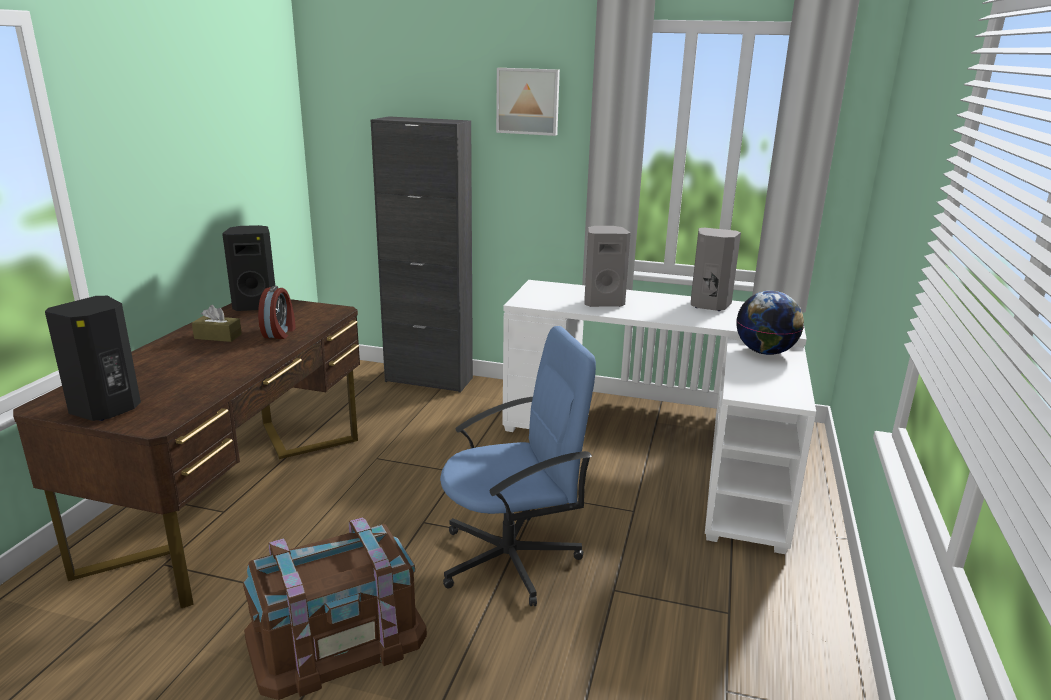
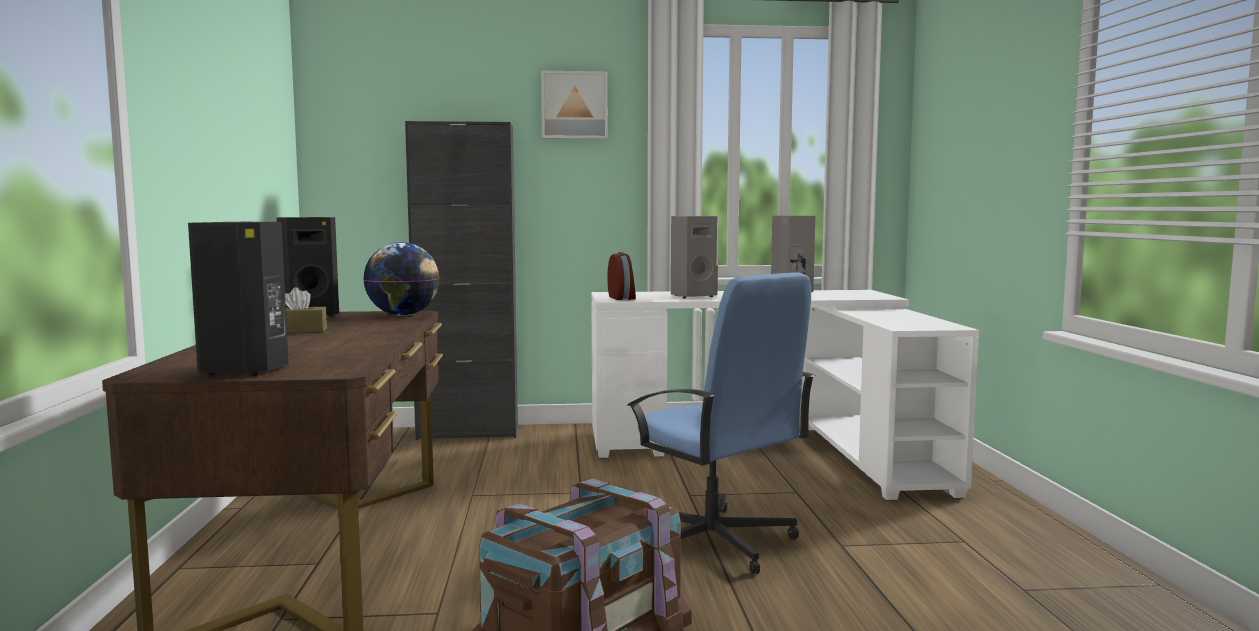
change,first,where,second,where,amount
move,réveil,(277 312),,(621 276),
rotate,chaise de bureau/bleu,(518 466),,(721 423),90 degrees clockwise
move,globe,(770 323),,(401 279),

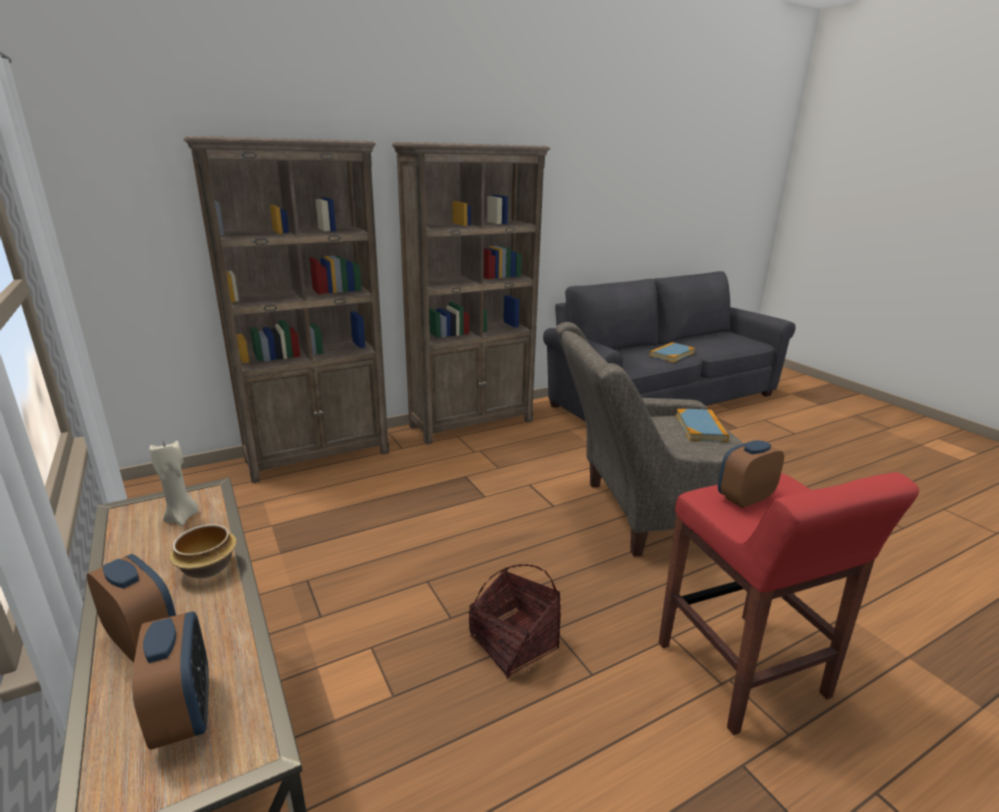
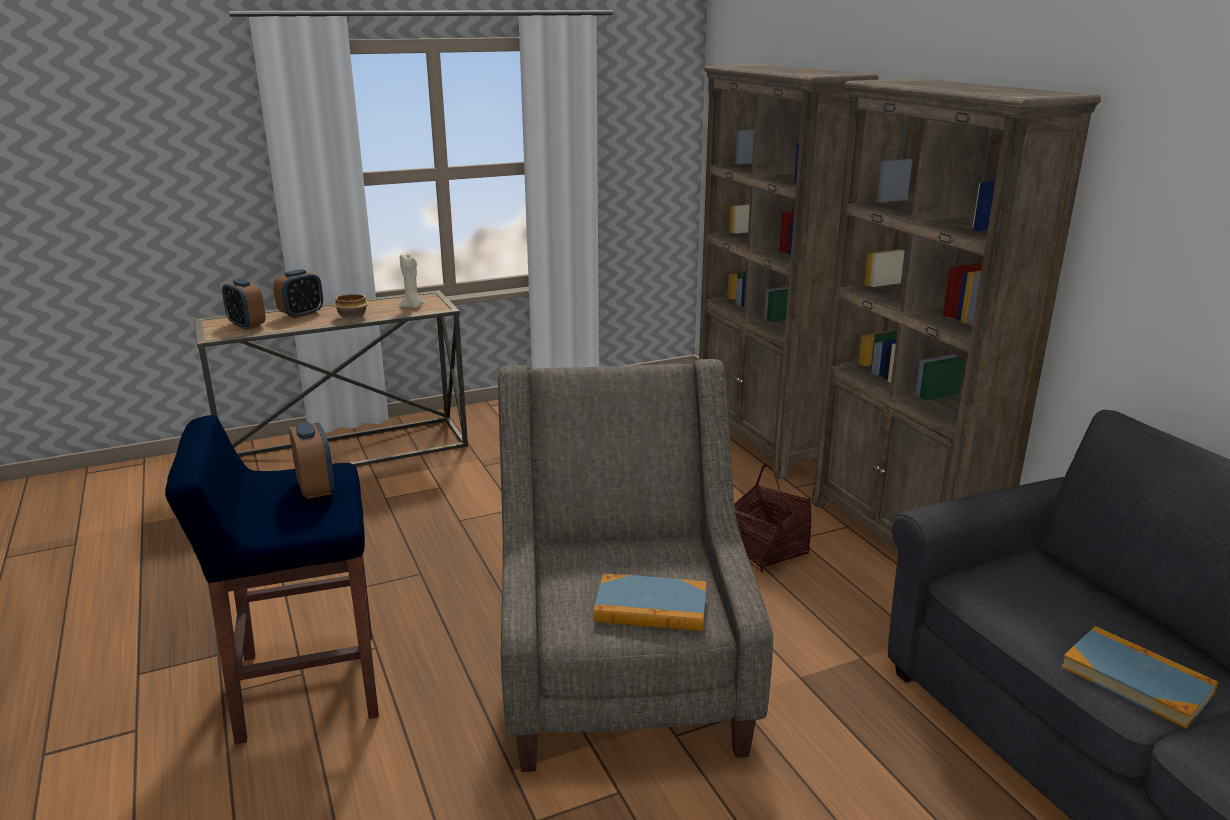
change,first,where,second,where,amount
rotate,réveil,(170 681),,(244 304),60 degrees clockwise
move,panier,(515 621),,(772 518),
recolor,tabouret/rouge,(789 603),tabouret/bleu,(272 579),

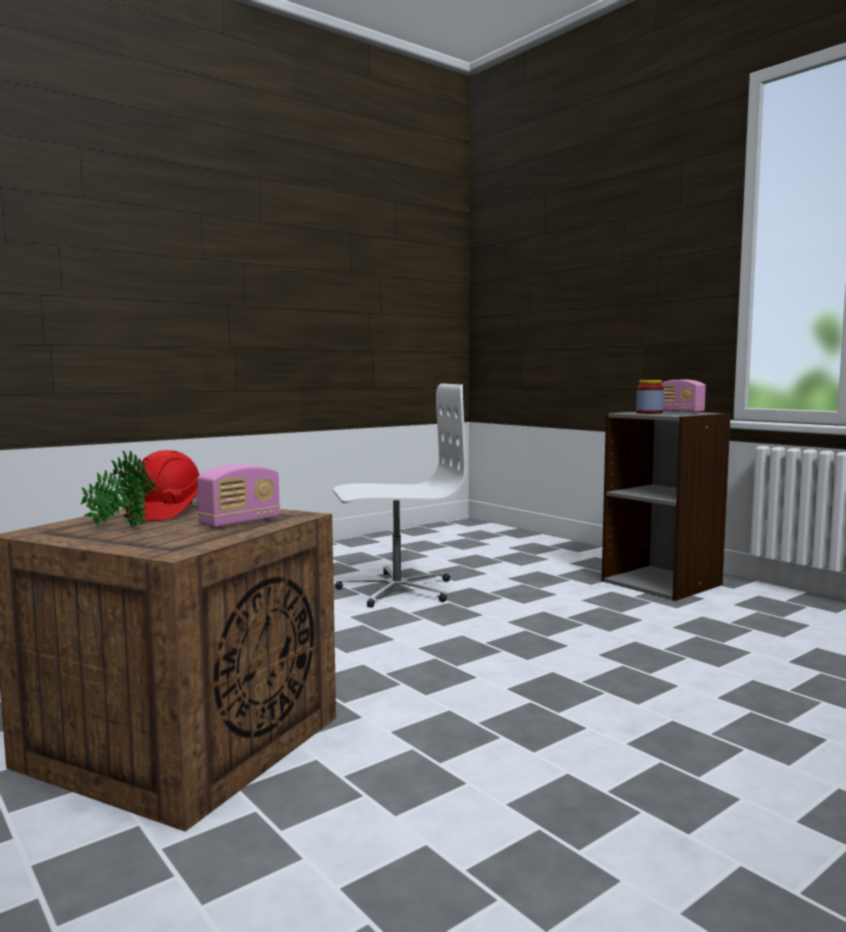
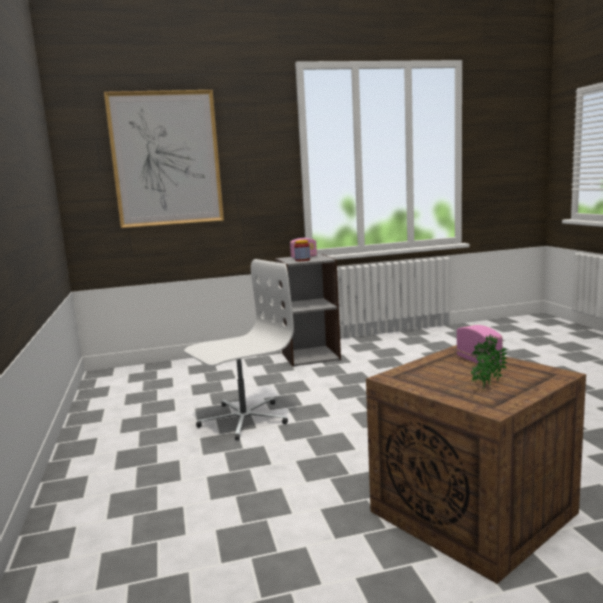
change,first,where,second,where,amount
delete,casque de chantier/rouge,(162 485),,,
rotate,chaise de bureau/blanc,(399 496),,(239 349),45 degrees clockwise
insert,,,tableau,(164 159),

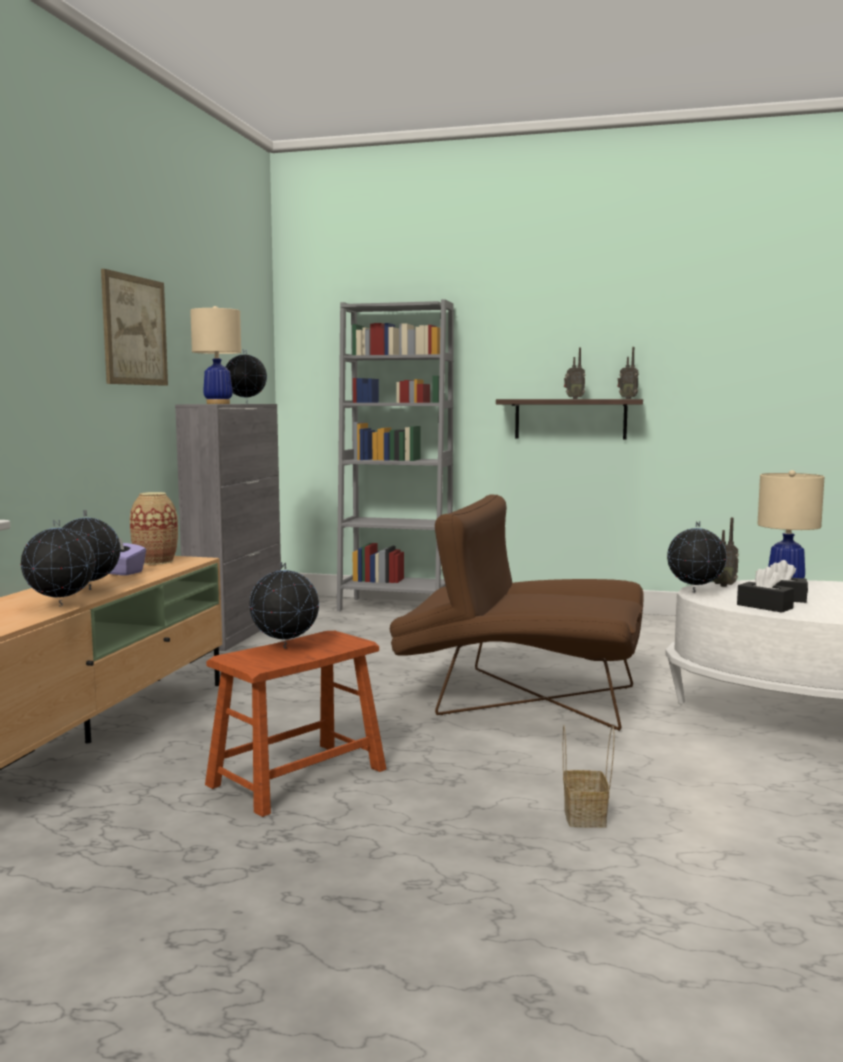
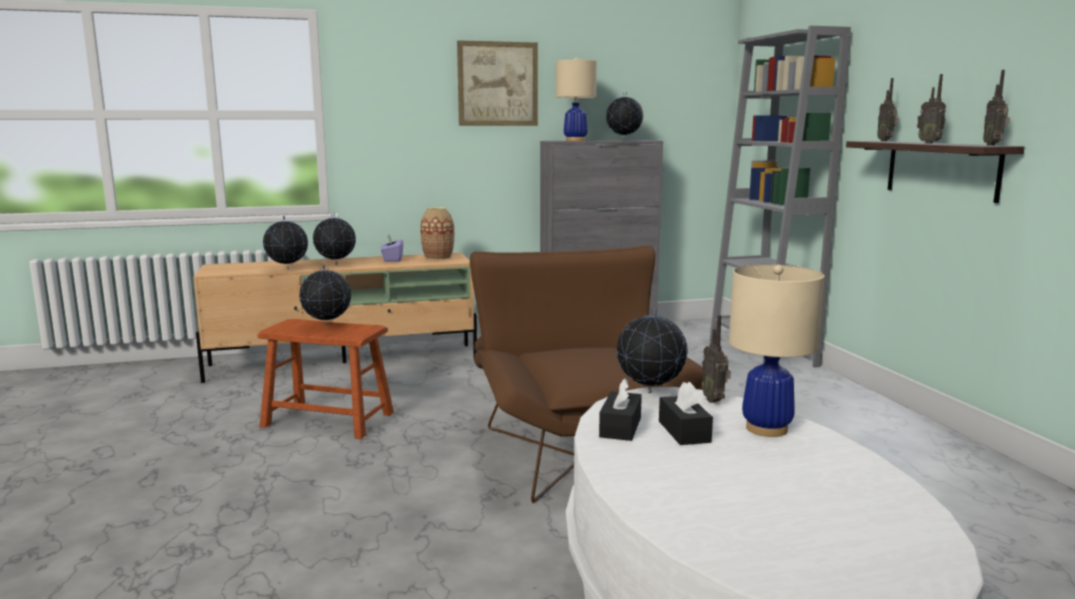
change,first,where,second,where,amount
delete,panier,(588 776),,,
insert,,,radio,(888 109),

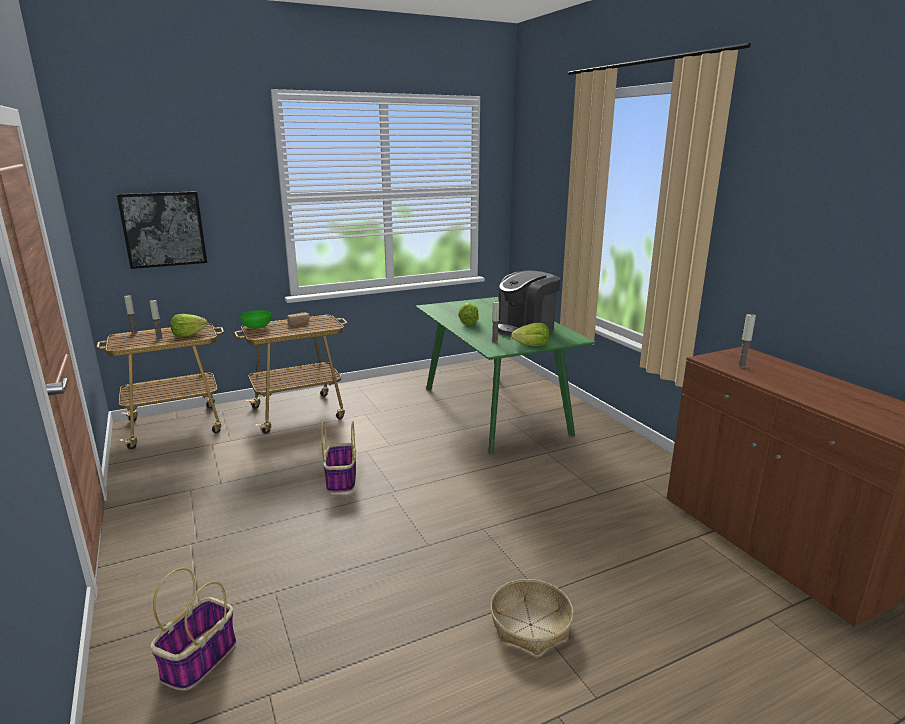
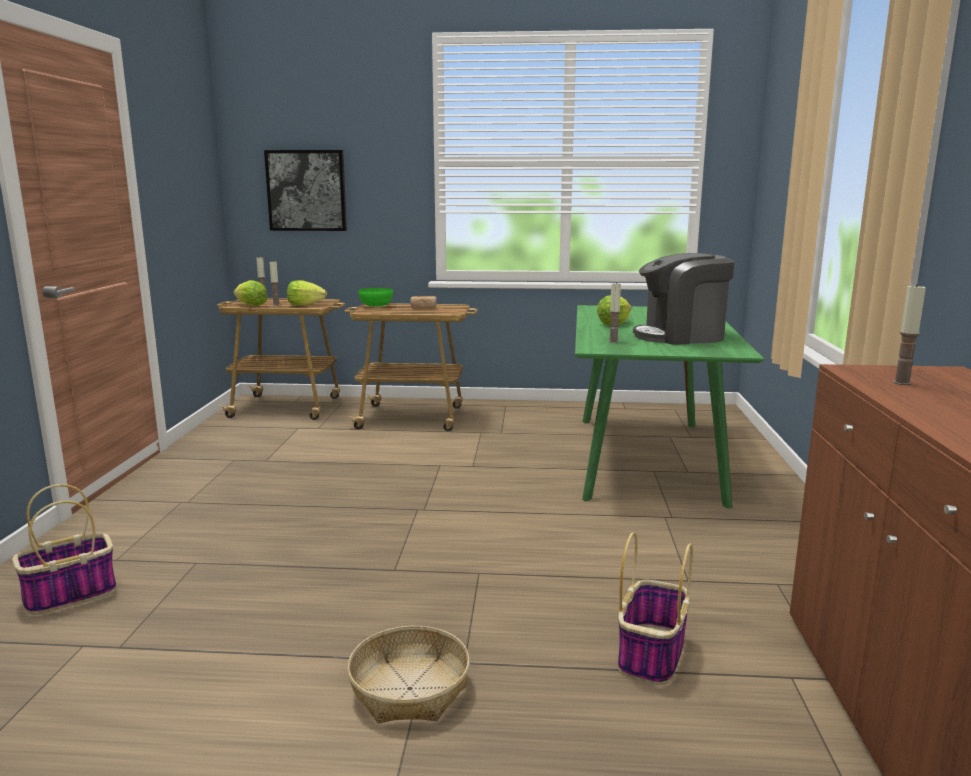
change,first,where,second,where,amount
move,panier,(338 457),,(655 608),
move,laitue,(530 334),,(250 293),

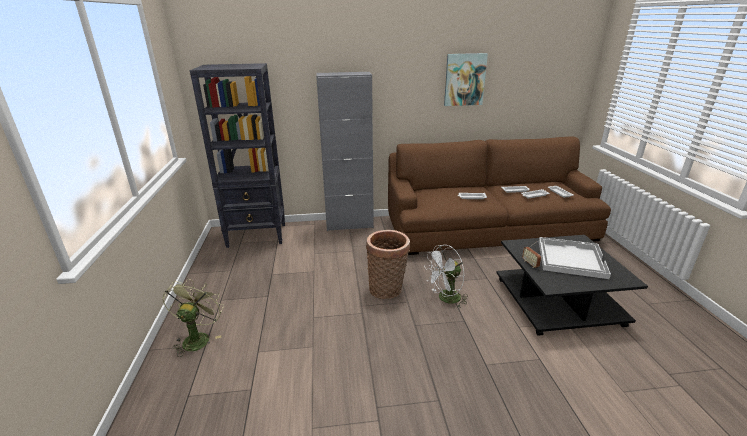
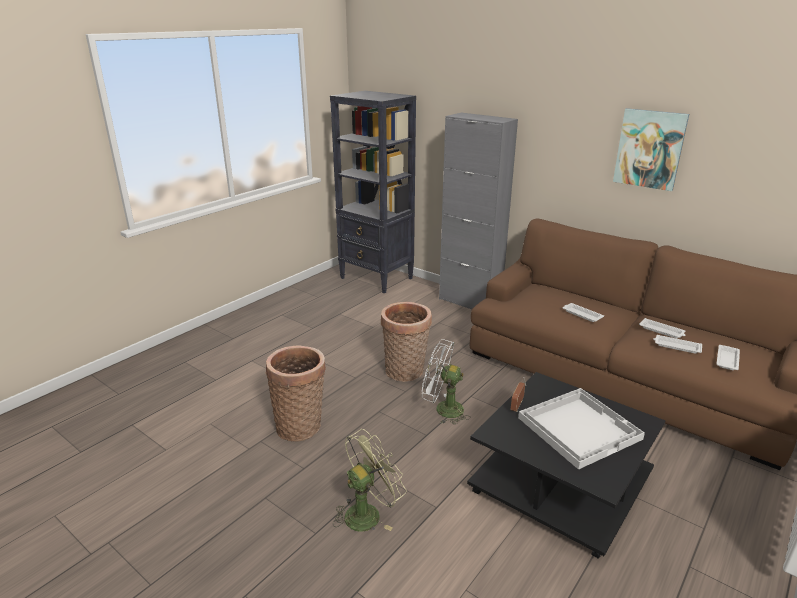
change,first,where,second,where,amount
move,ventilateur/vert,(193 317),,(370 480),
insert,,,panier,(296 393),

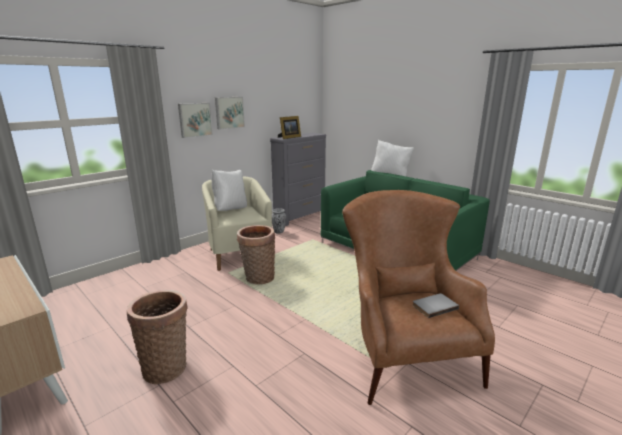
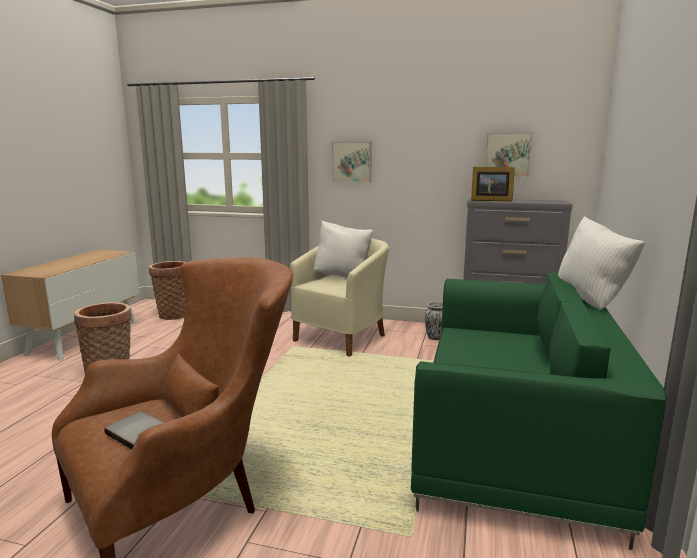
change,first,where,second,where,amount
move,tableau,(230 113),,(509 155),
move,panier,(256 254),,(167 290),

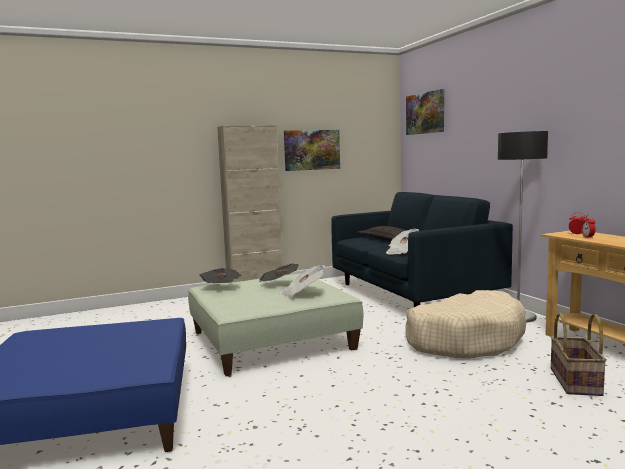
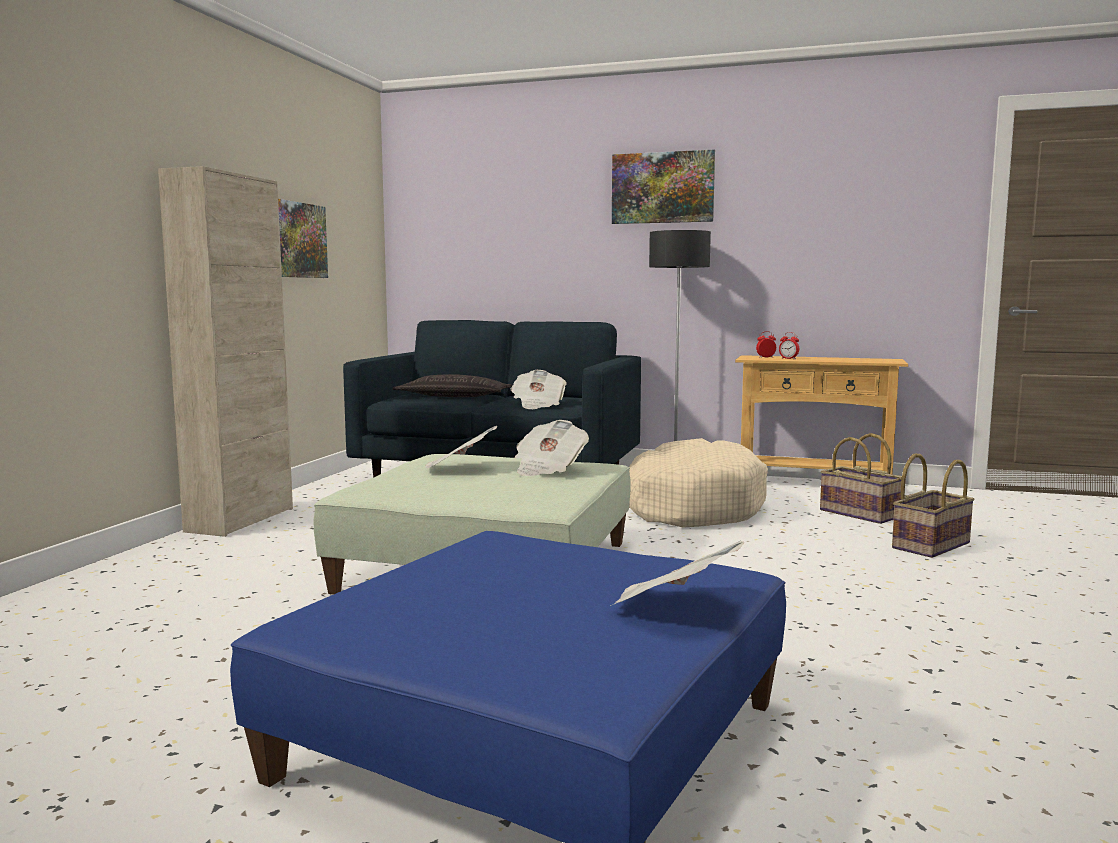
change,first,where,second,where,amount
move,journal,(220 275),,(677 573),
move,tableau,(425 112),,(663 187),
insert,,,panier,(933 506),

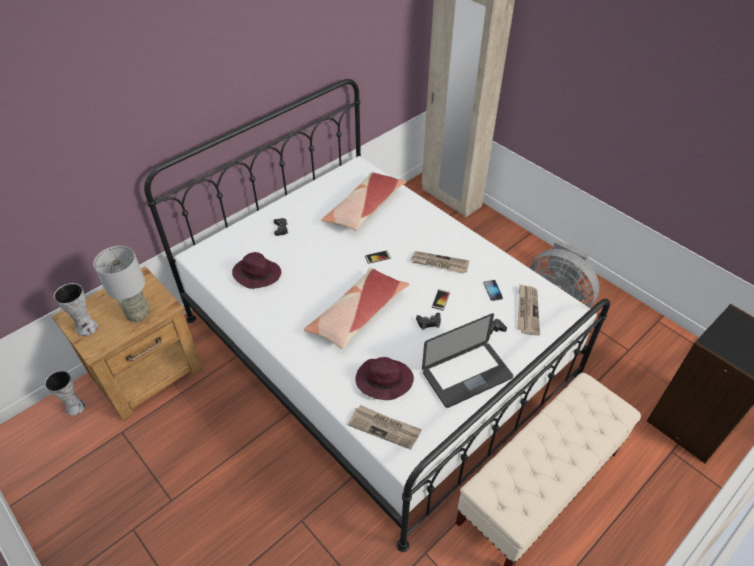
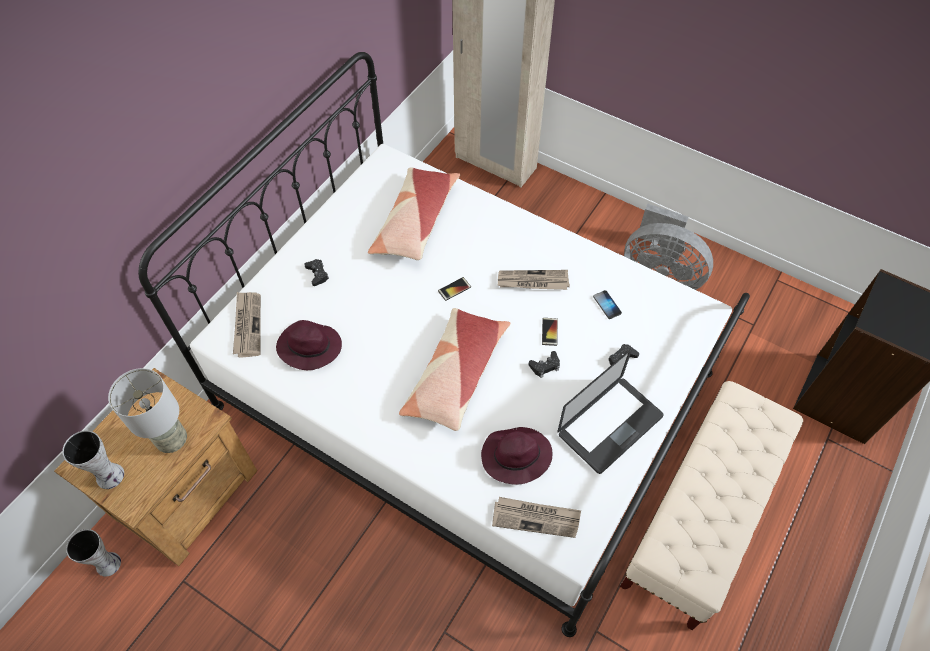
change,first,where,second,where,amount
move,journal,(529 310),,(247 325),

